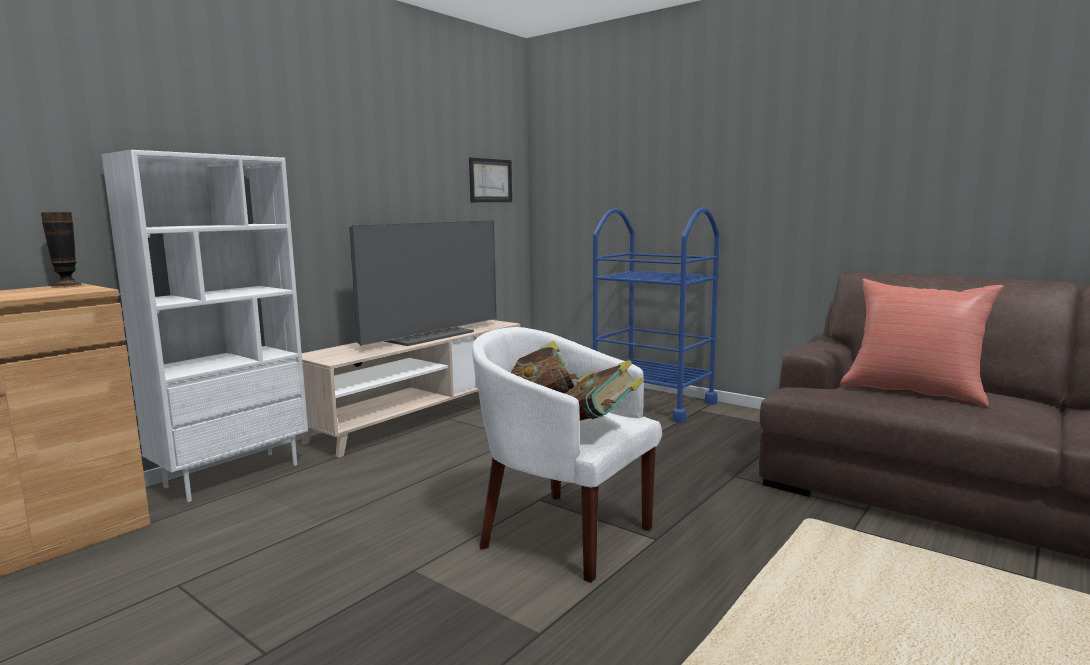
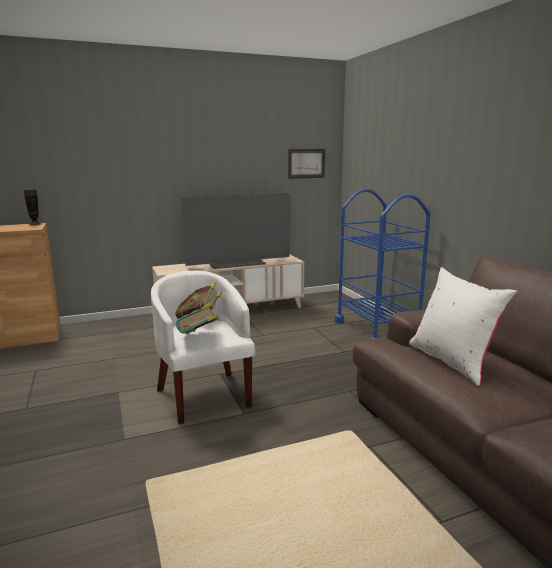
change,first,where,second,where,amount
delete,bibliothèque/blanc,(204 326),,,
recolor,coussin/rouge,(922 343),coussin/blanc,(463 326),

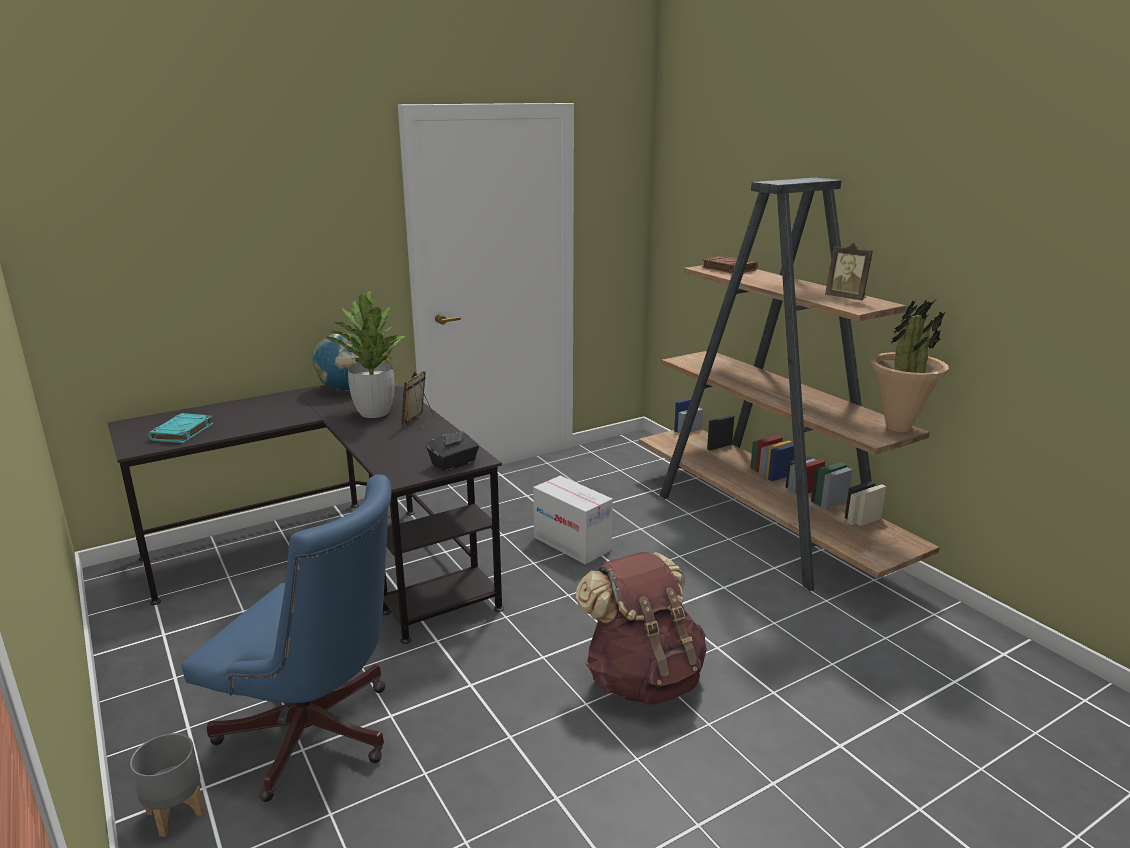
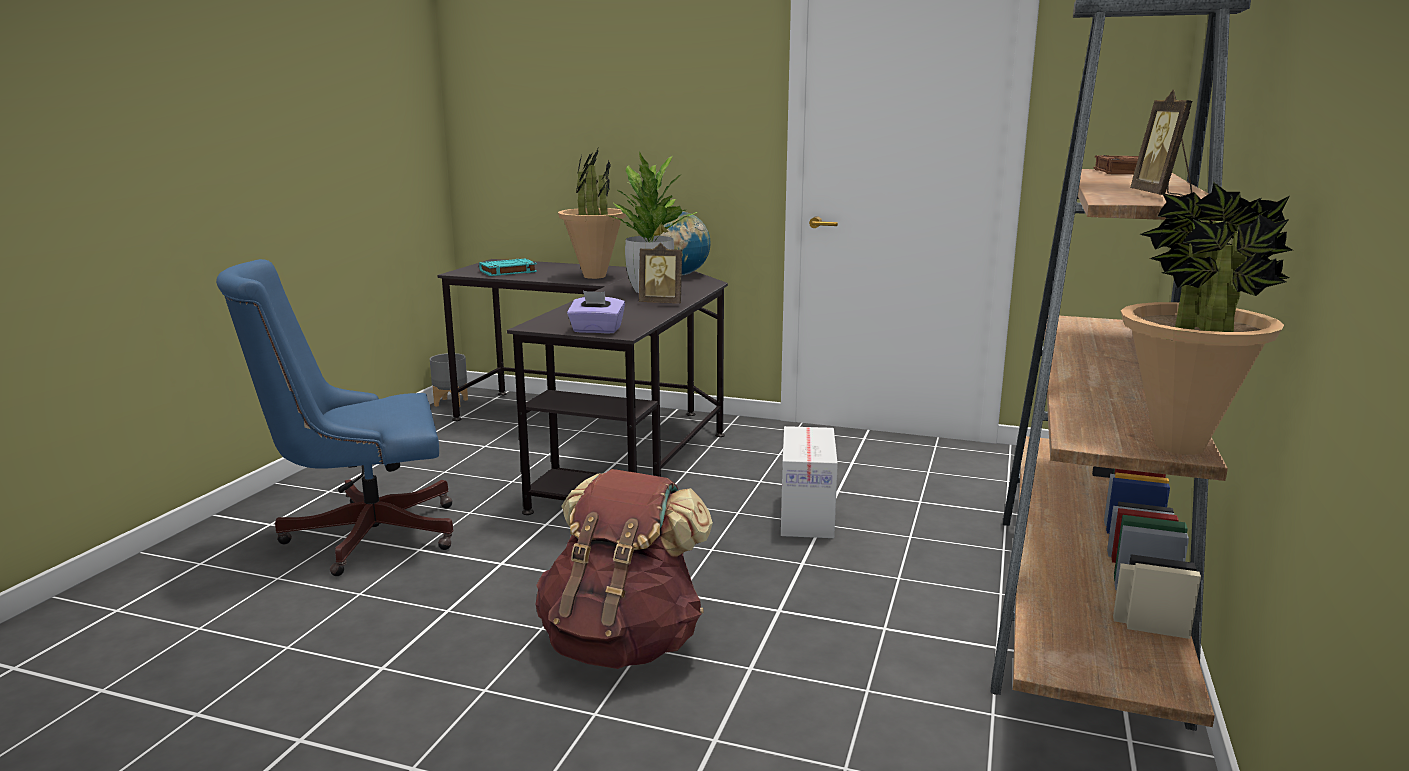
change,first,where,second,where,amount
move,cache-pot/gris,(167 784),,(449 380),
rotate,chaise de bureau/bleu,(286 638),,(335 417),90 degrees clockwise
rotate,cadre photo,(417 399),,(660 273),150 degrees counterclockwise
recolor,boîte à mouchoirs/noir,(452 450),boîte à mouchoirs/violet,(596 312),
insert,,,plante en pot,(592 214),

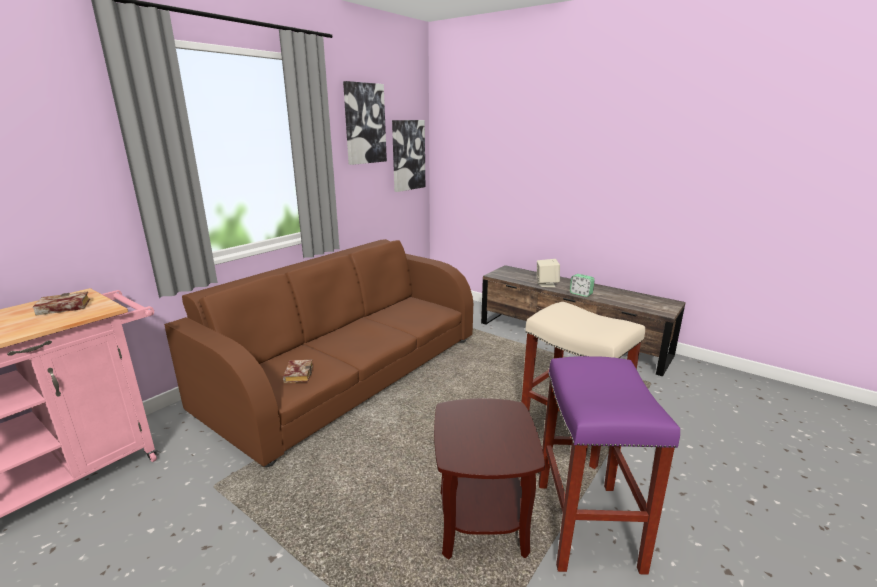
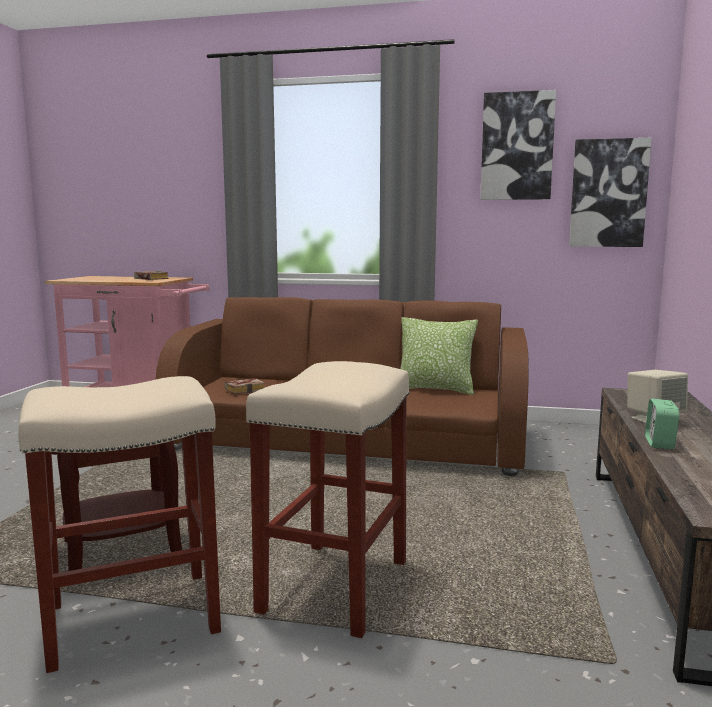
change,first,where,second,where,amount
recolor,tabouret/violet,(609 465),tabouret/beige,(119 524),
insert,,,coussin,(439 356),

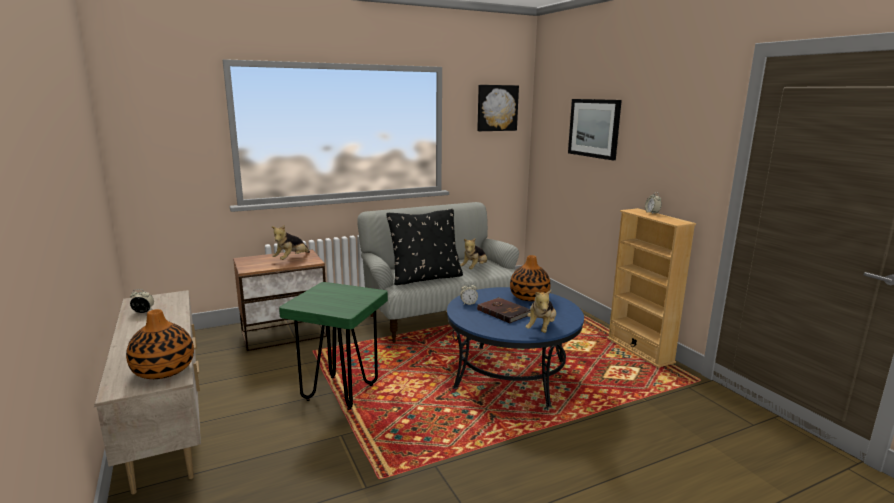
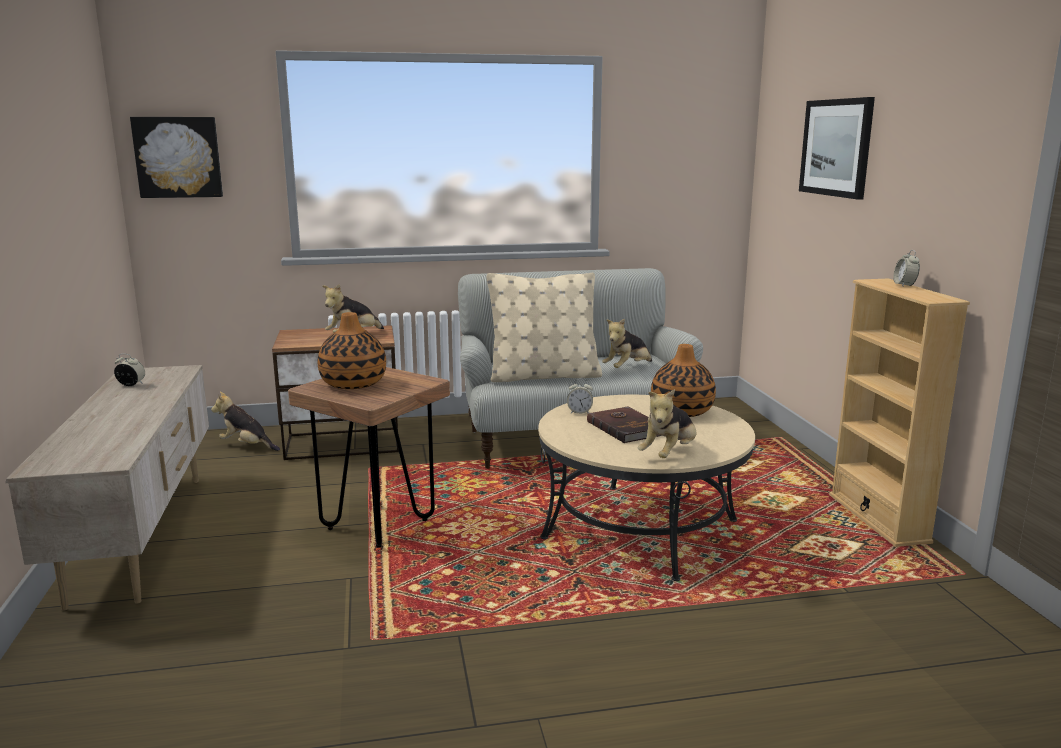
change,first,where,second,where,amount
move,vase,(160 344),,(352 350),
recolor,tabouret/vert,(333 346),tabouret/marron,(369 457),
recolor,coussin/noir,(424 247),coussin/beige,(544 327),
recolor,table basse/bleu,(515 347),table basse/beige,(646 488),
move,tableau,(498 108),,(176 157),
insert,,,peluche,(245 421),

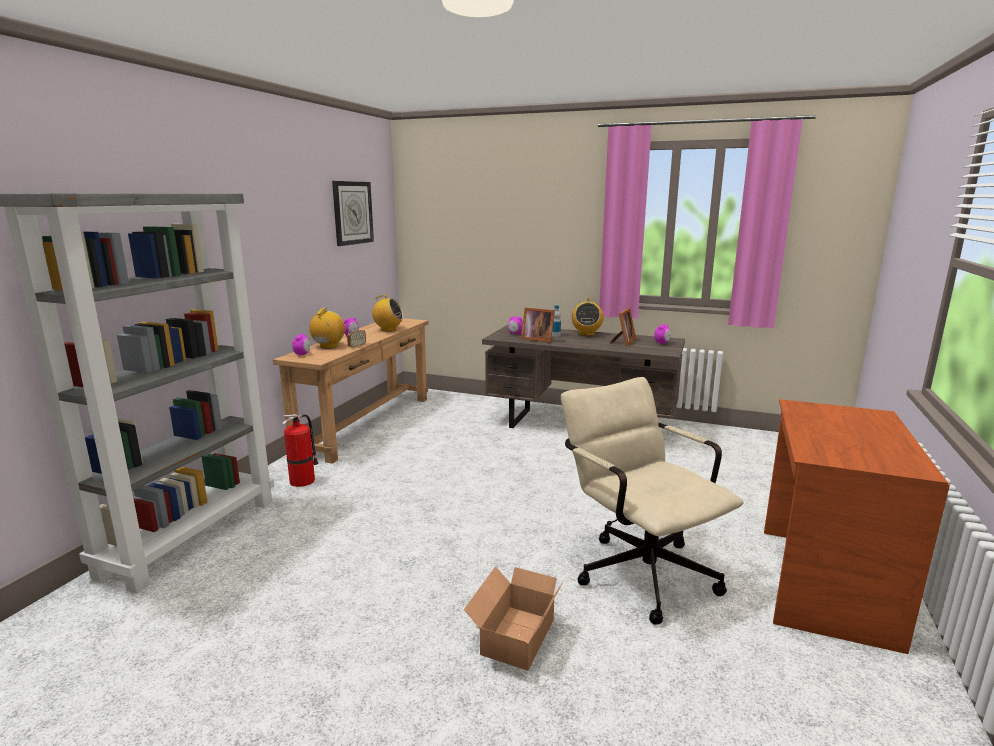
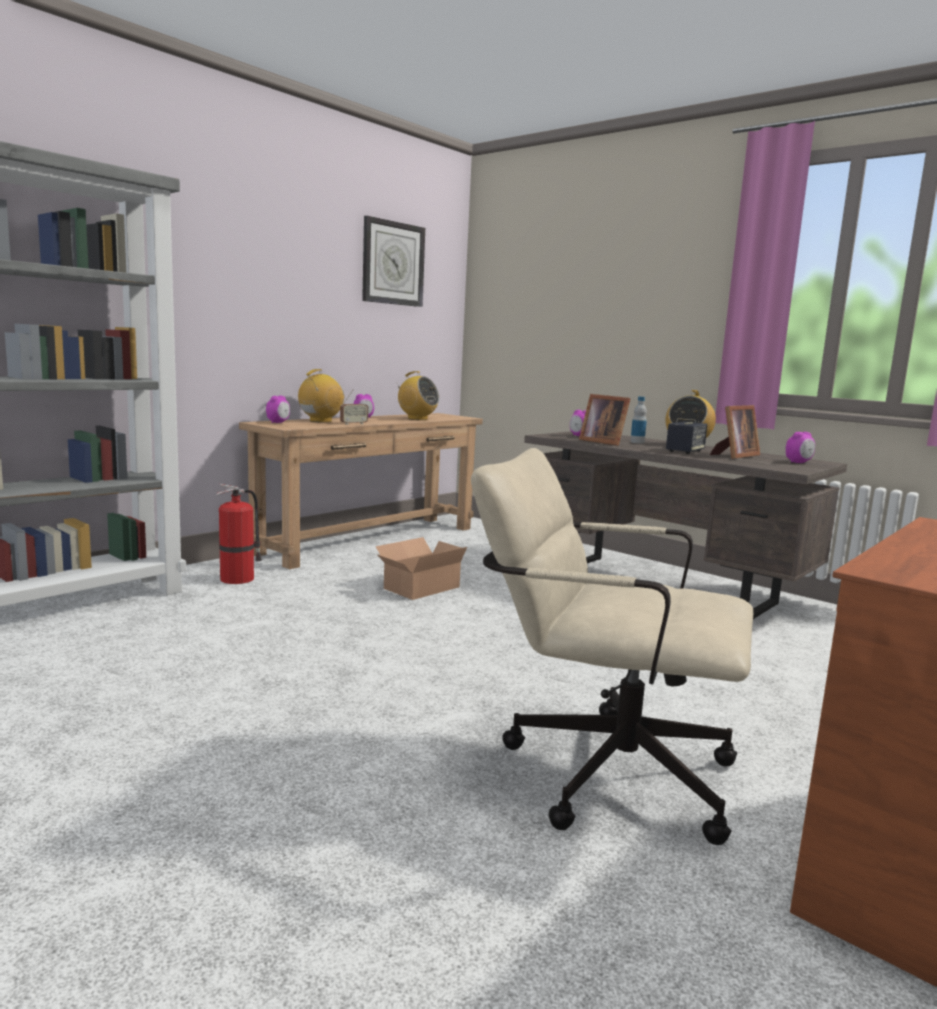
change,first,where,second,where,amount
move,carton,(514 618),,(421 568),
rotate,chaise de bureau/beige,(652 501),,(612 646),60 degrees counterclockwise
insert,,,enceinte,(686 437),

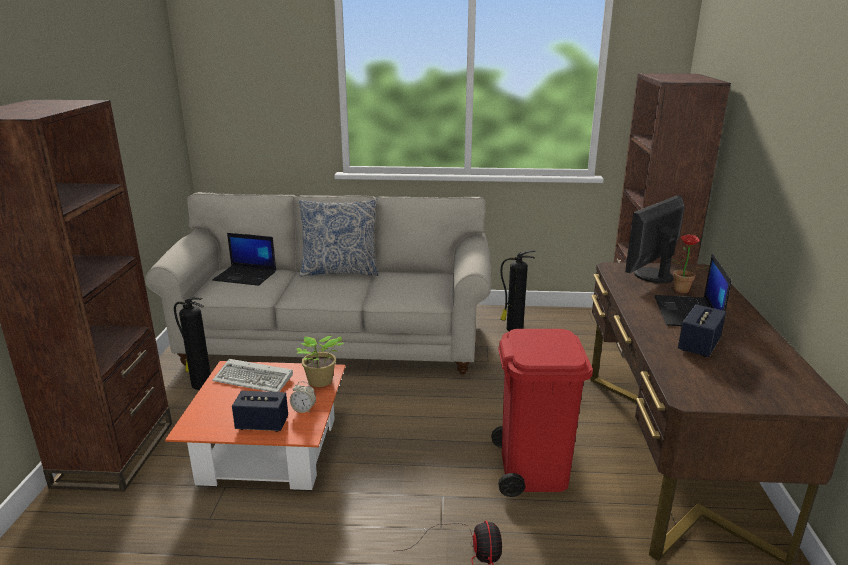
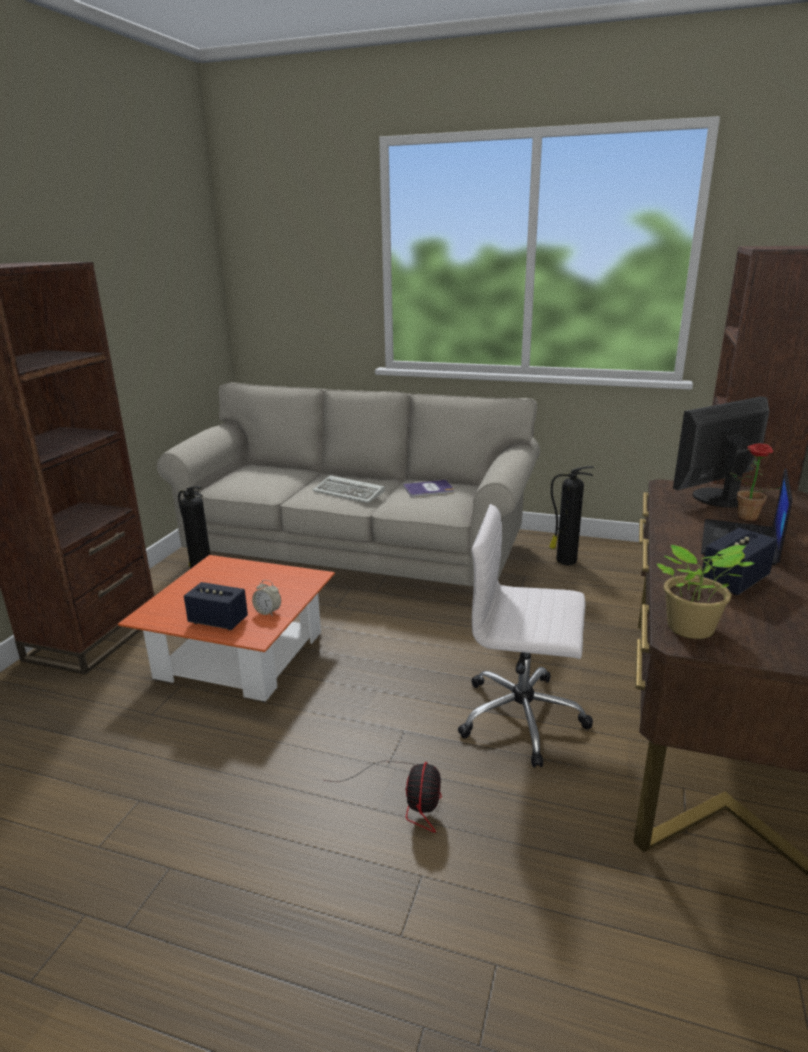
change,first,where,second,where,amount
delete,ordinateur portable,(244 259),,,
move,clavier,(252 375),,(349 489),
move,plante en pot,(320 361),,(706 592),
delete,coussin,(339 238),,,
replace,poubelle/rouge,(542 413),chaise de bureau/blanc,(525 636),
insert,,,livre,(428 488),

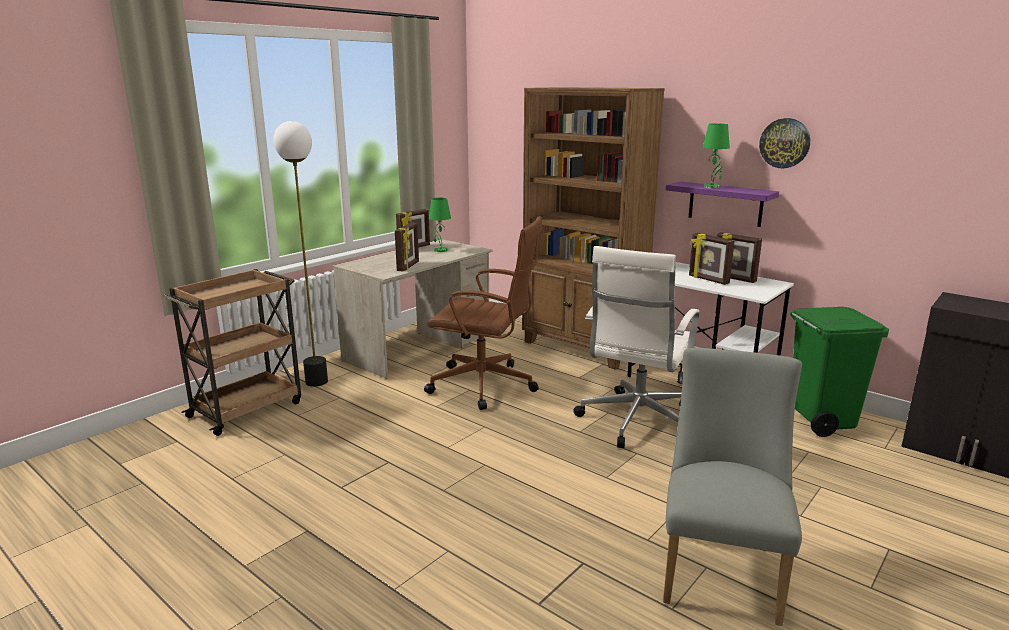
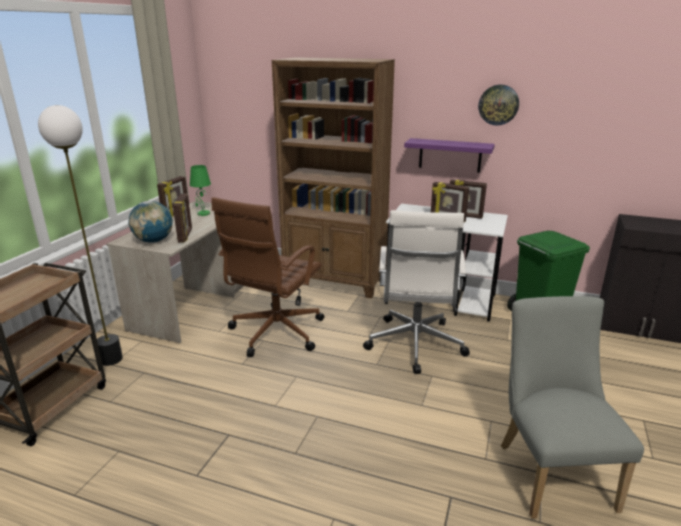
change,first,where,second,where,amount
rotate,chaise de bureau/marron,(483 313),,(268 277),120 degrees clockwise
delete,lampe de table/vert,(716 156),,,
insert,,,globe,(150 222),

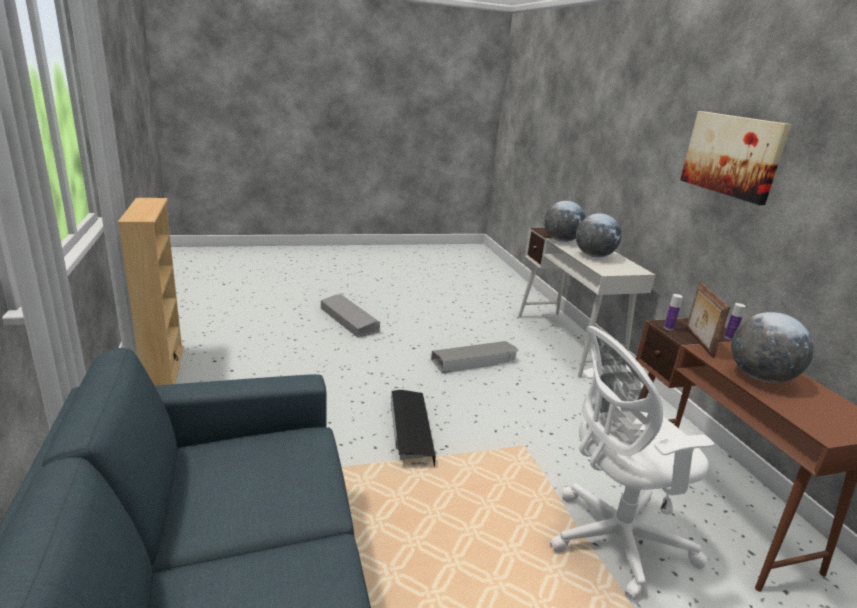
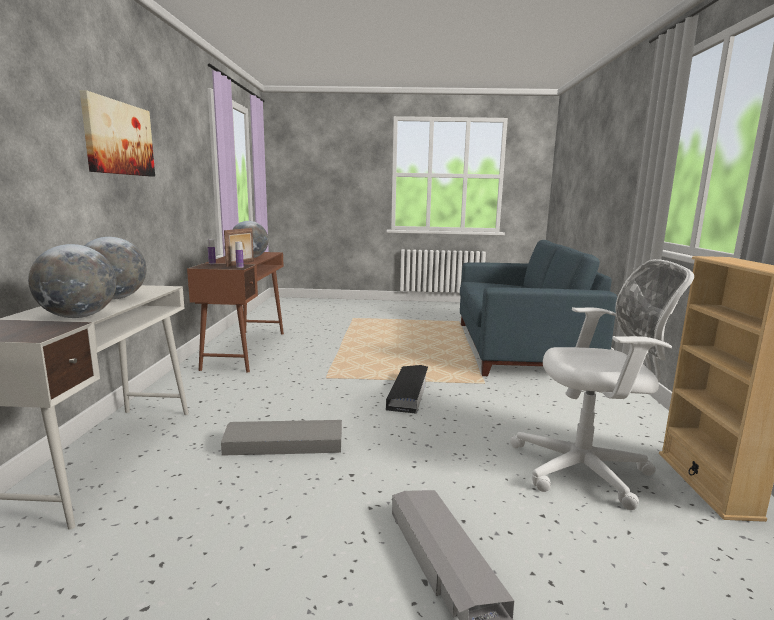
change,first,where,second,where,amount
move,chaise de bureau/blanc,(632 463),,(602 384),

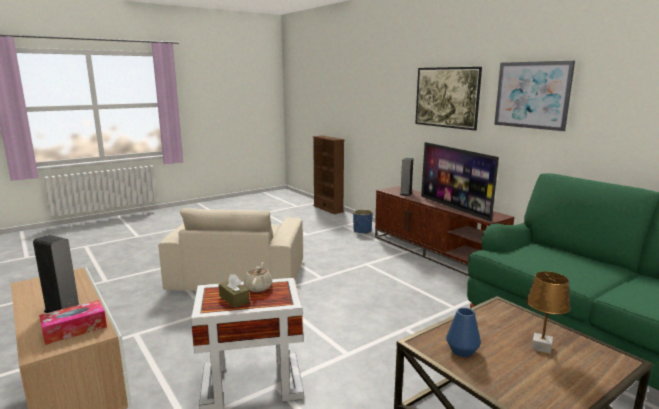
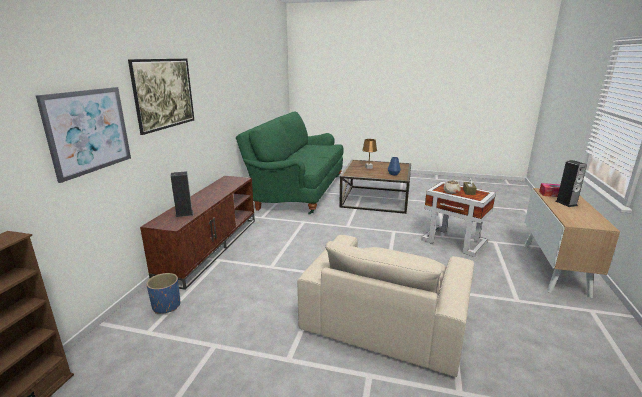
change,first,where,second,where,amount
rotate,fauteuil/beige,(230 249),,(385 306),150 degrees clockwise
delete,téléviseur,(460 182),,,
move,tableau,(534 96),,(83 135),

